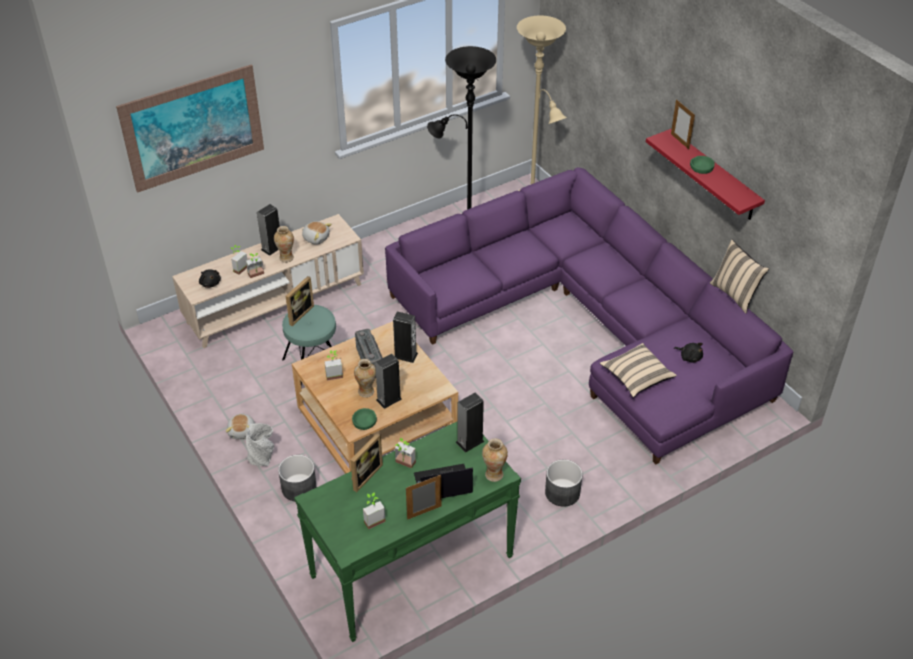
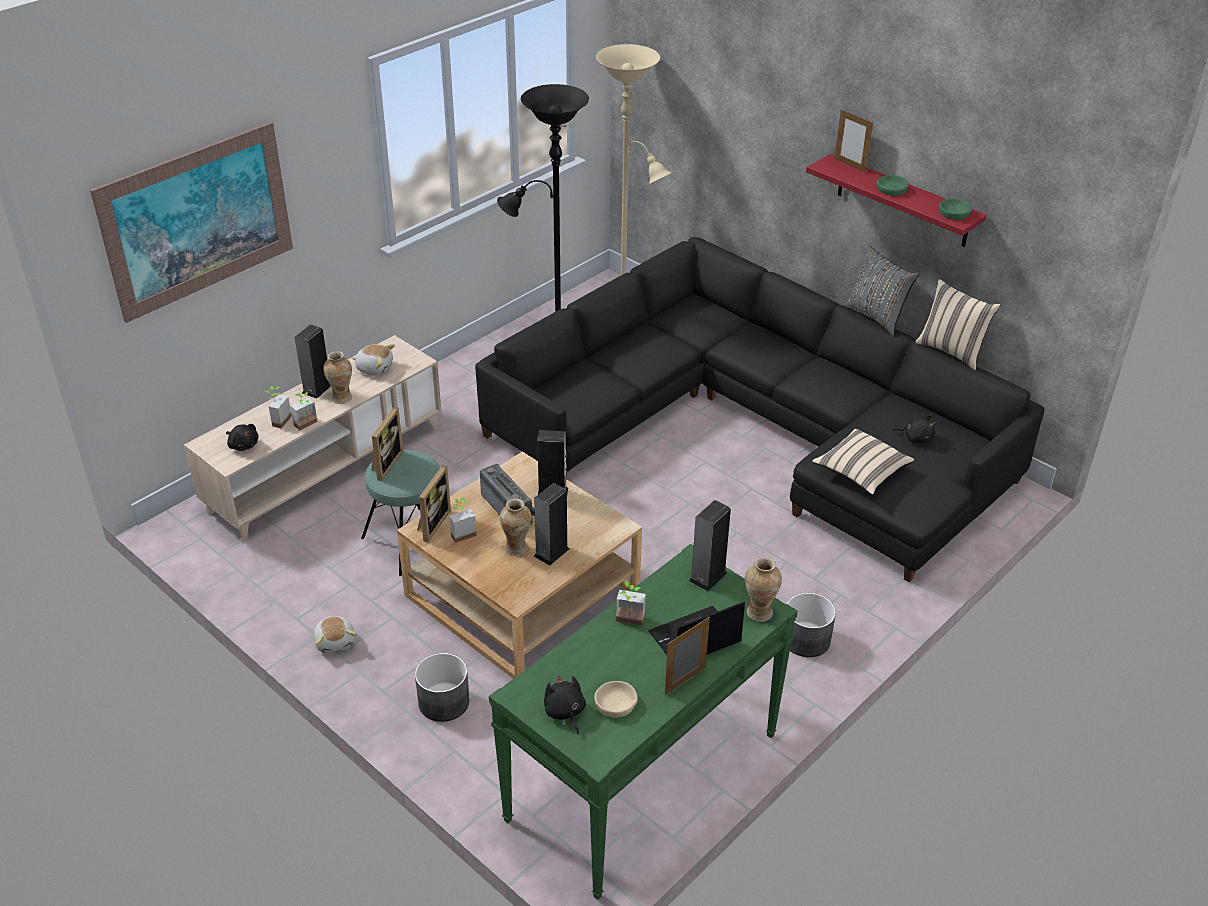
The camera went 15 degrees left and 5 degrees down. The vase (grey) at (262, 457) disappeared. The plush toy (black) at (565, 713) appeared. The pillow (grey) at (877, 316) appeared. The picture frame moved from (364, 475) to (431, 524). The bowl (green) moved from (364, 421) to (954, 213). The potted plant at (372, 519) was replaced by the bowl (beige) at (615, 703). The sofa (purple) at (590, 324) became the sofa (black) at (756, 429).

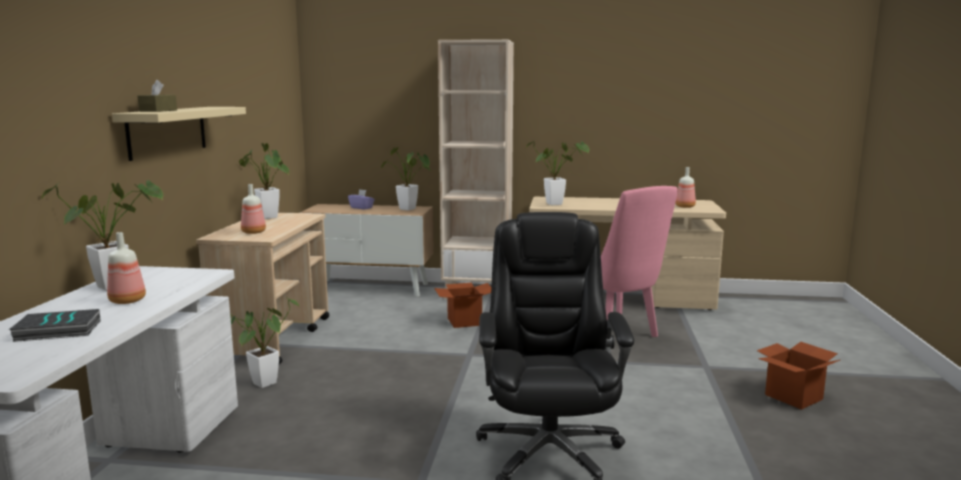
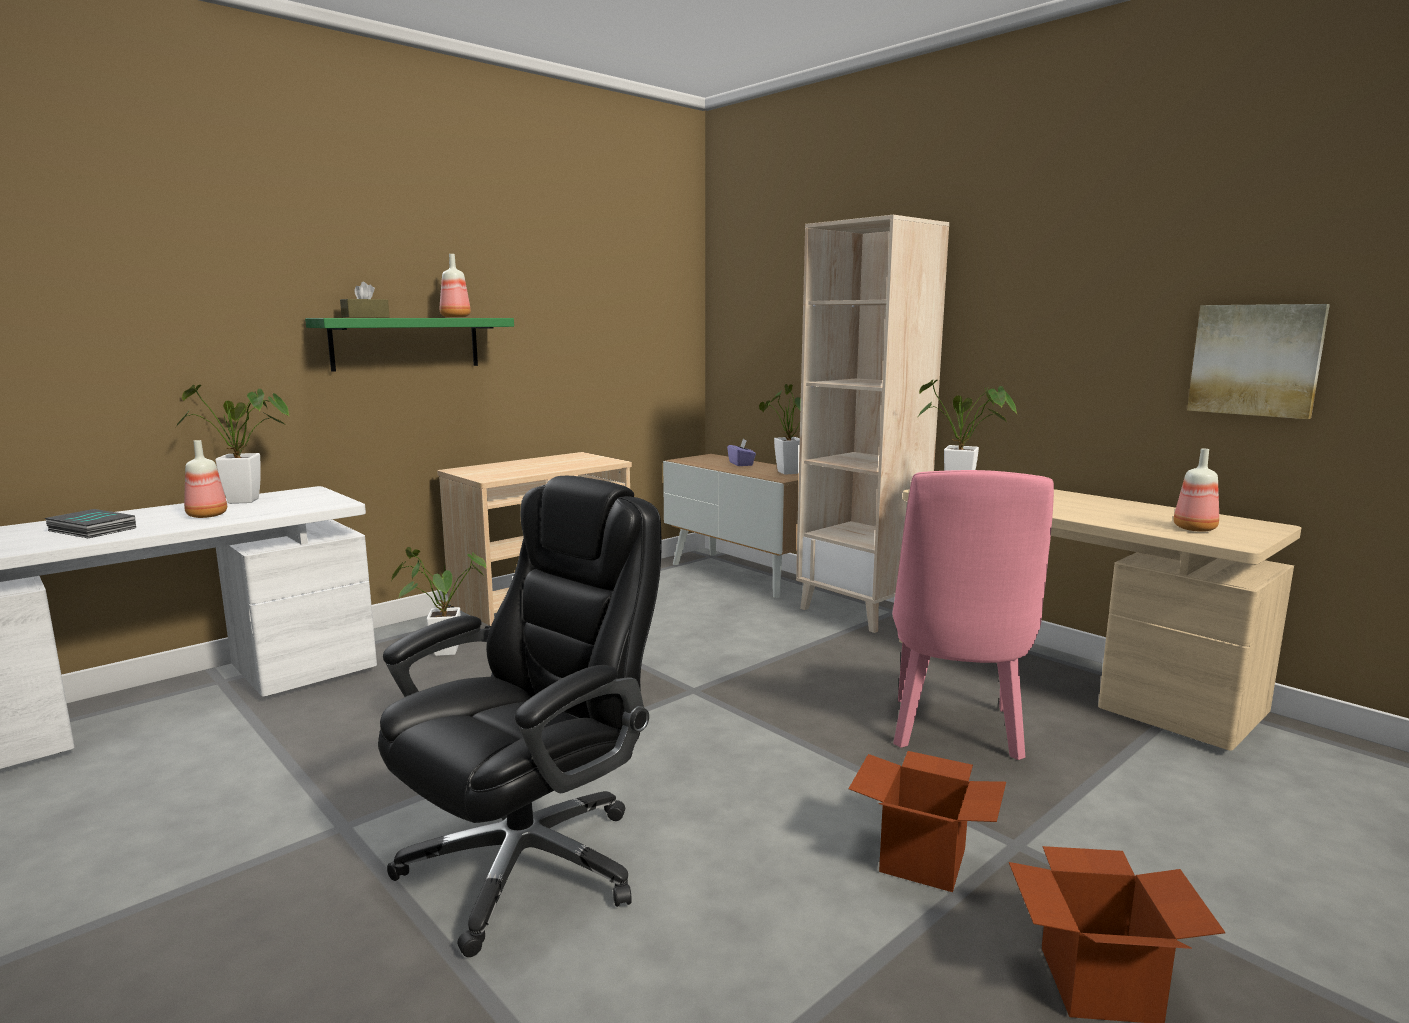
The camera went 40 degrees right and 0 degrees up. The potted plant at (269, 218) disappeared. The picture at (1255, 360) appeared. The bottle moved from (254, 232) to (455, 317). The cardboard box moved from (464, 321) to (923, 860). The shelf (beige) at (167, 131) became the shelf (green) at (406, 343).

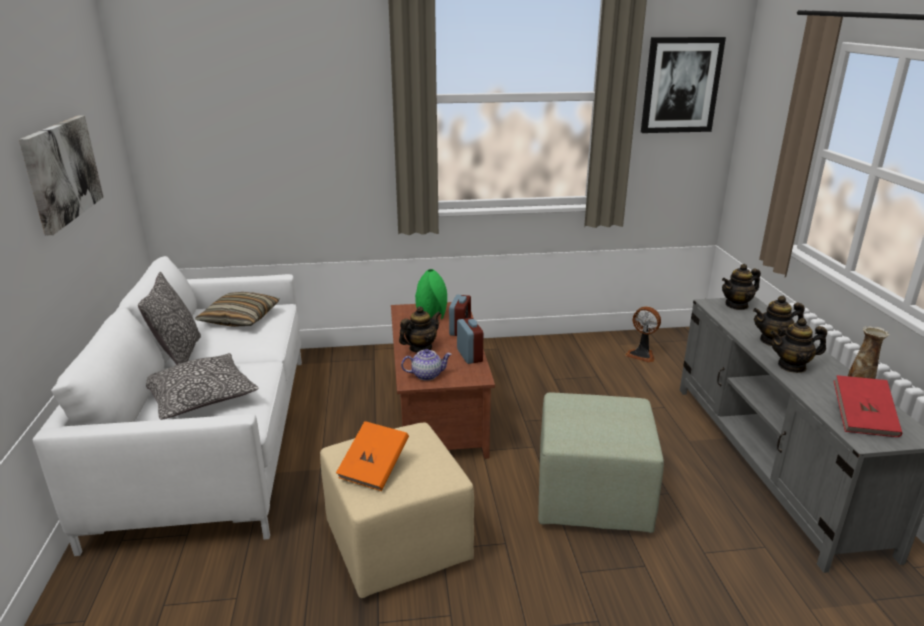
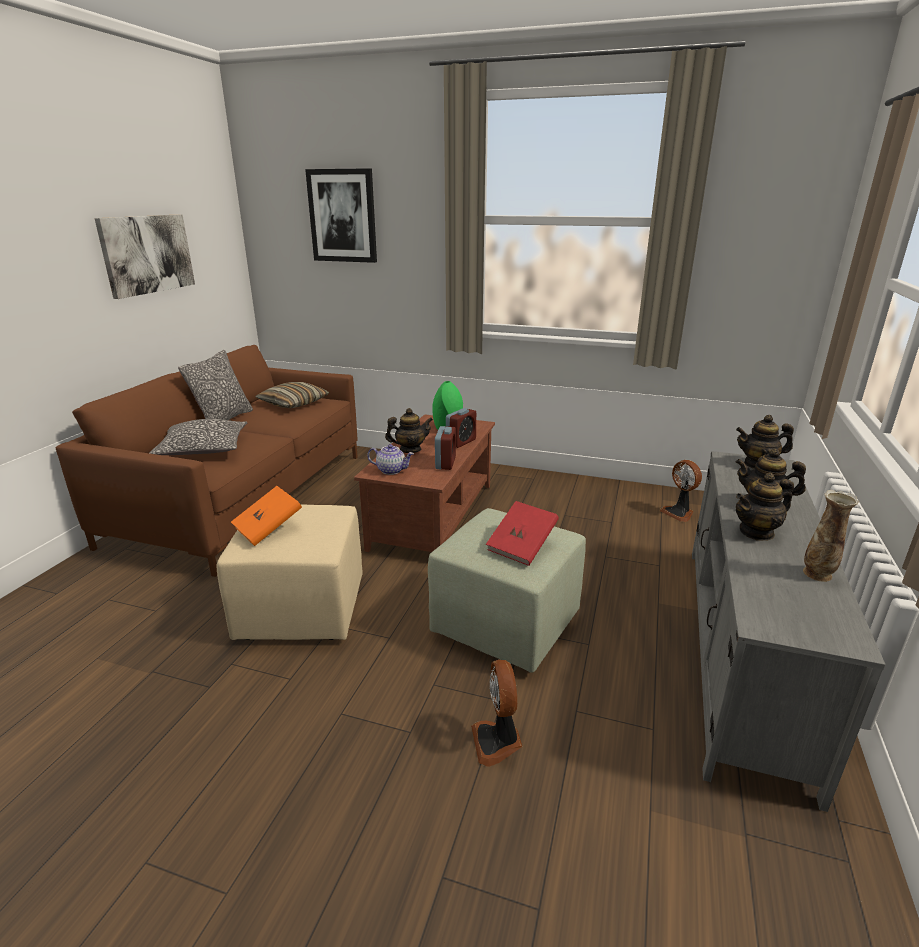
The camera went 25 degrees right and 0 degrees up. The fan at (497, 741) appeared. The picture moved from (681, 85) to (342, 216). The book (red) moved from (862, 419) to (522, 546). The sofa (white) at (213, 439) became the sofa (brown) at (244, 497). The teapot at (792, 366) turned 45 degrees counterclockwise.

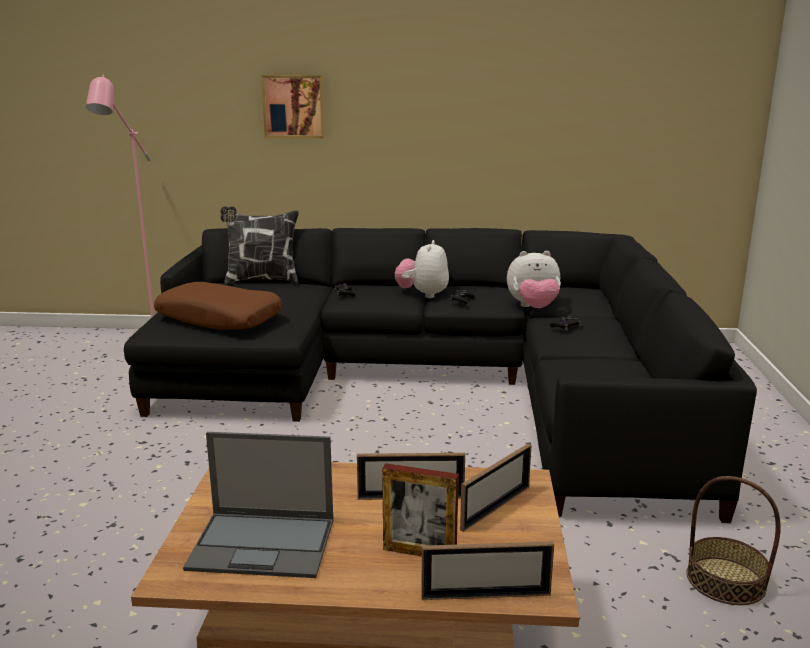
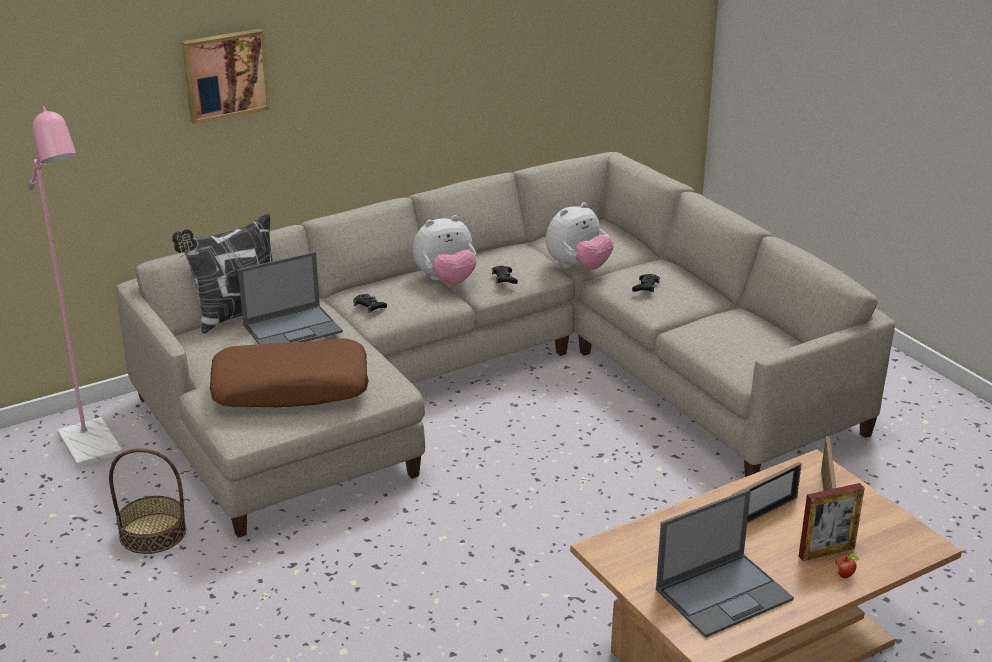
The camera went 35 degrees left and 10 degrees up. The picture frame at (486, 596) disappeared. The laptop at (293, 328) appeared. The apple at (845, 575) appeared. The basket moved from (725, 581) to (152, 533). The sofa (black) at (435, 385) became the sofa (beige) at (493, 381). The plush toy at (423, 294) turned 90 degrees counterclockwise.

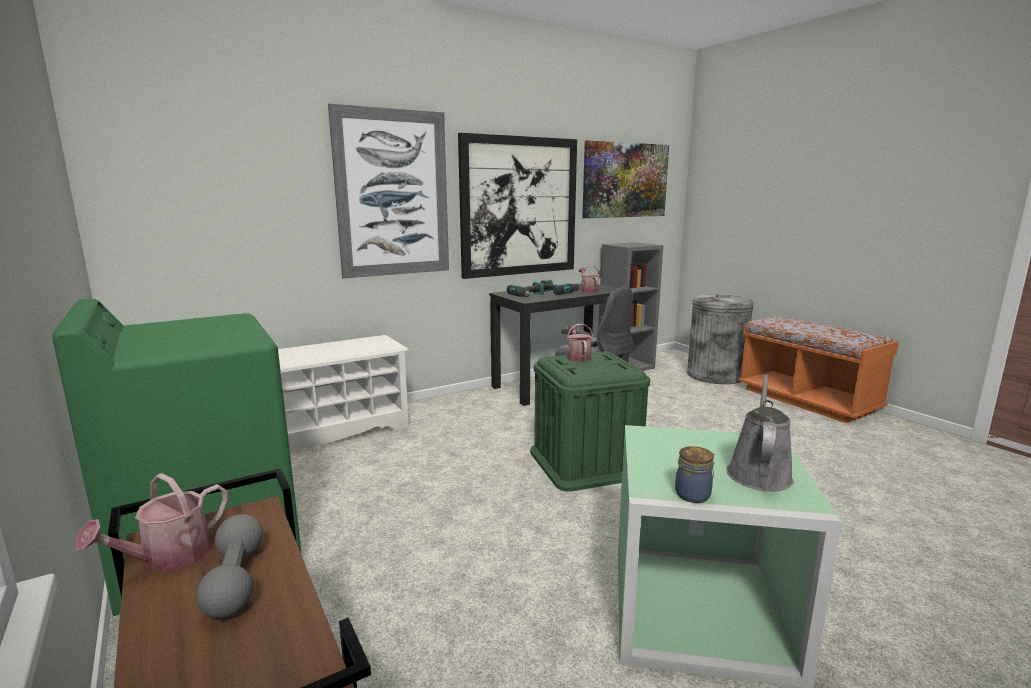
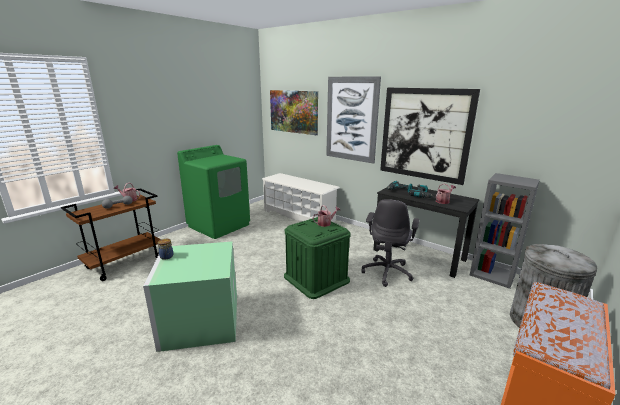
The camera went 70 degrees right and 5 degrees up. The watering can (grey) at (758, 472) disappeared. The picture moved from (625, 180) to (293, 111).

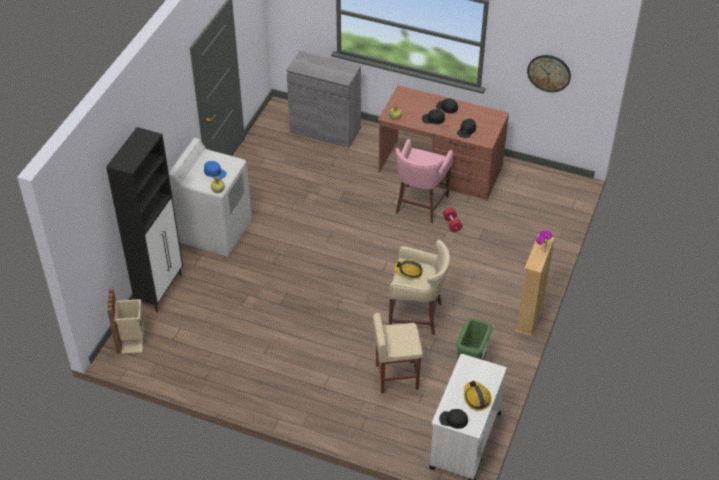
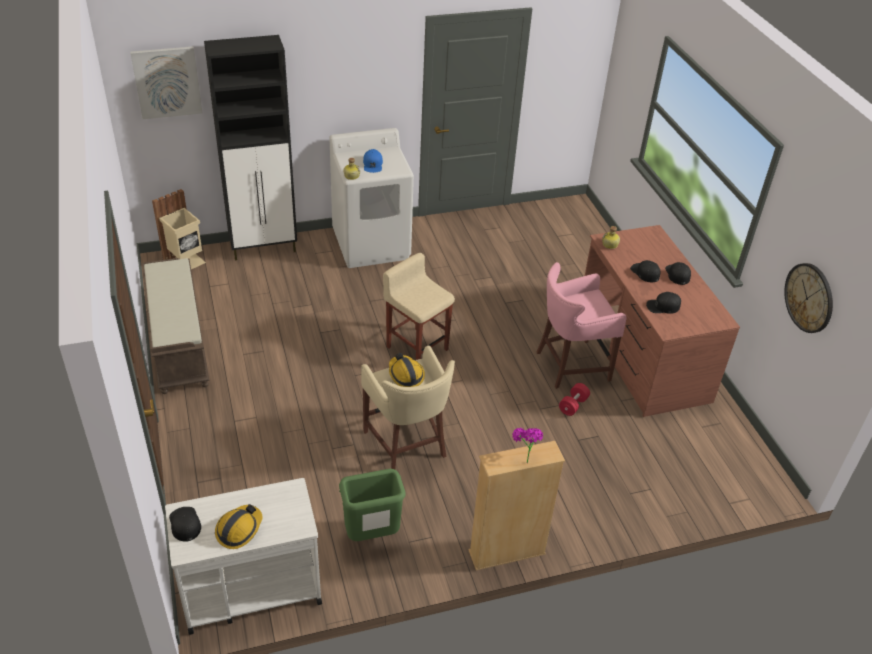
The camera went 50 degrees right and 5 degrees down. The cabinet (grey) at (325, 130) disappeared. The picture at (167, 82) appeared. The bench (brown) at (177, 344) appeared. The stool (beige) moved from (396, 377) to (416, 347).

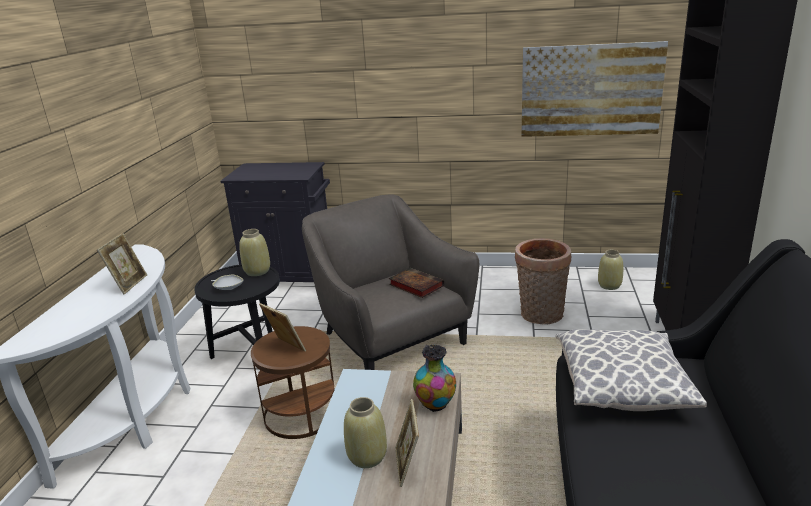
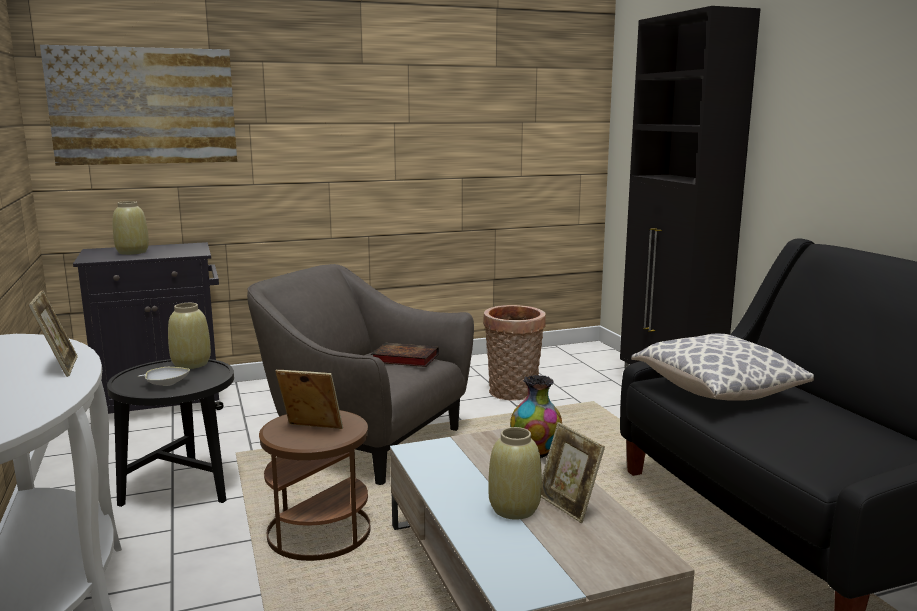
The camera went 30 degrees left and 10 degrees down. The picture moved from (591, 90) to (144, 106). The vase (beige) moved from (609, 286) to (133, 252).

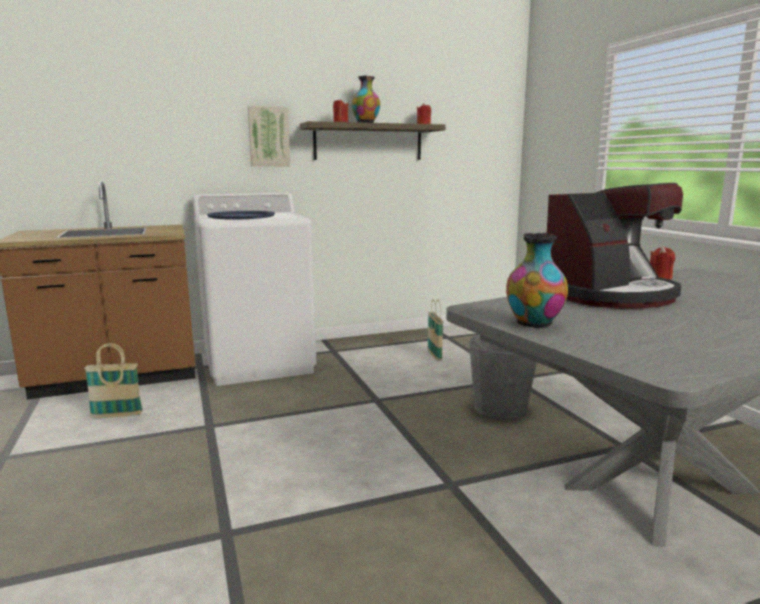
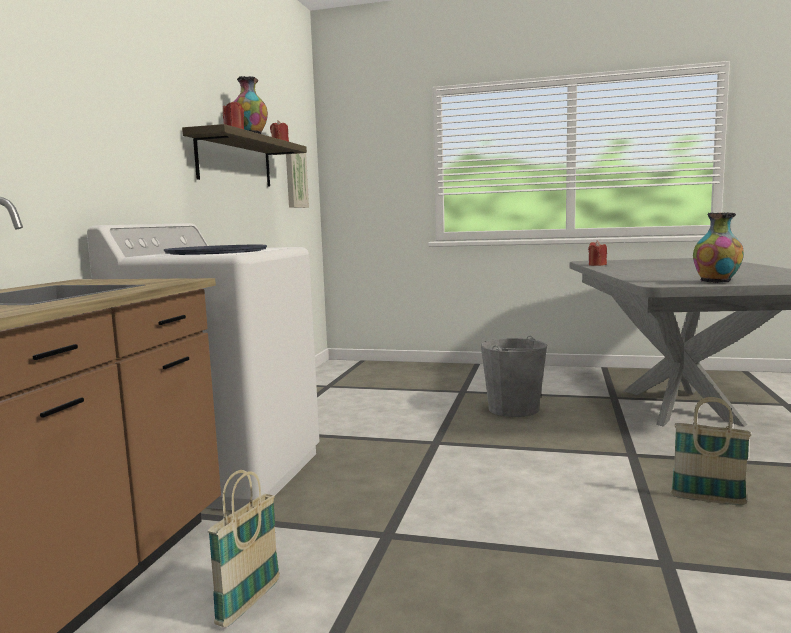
The camera went 55 degrees left and 5 degrees down. The coffee machine at (610, 295) disappeared. The picture moved from (268, 137) to (295, 179). The basket moved from (434, 355) to (707, 500).

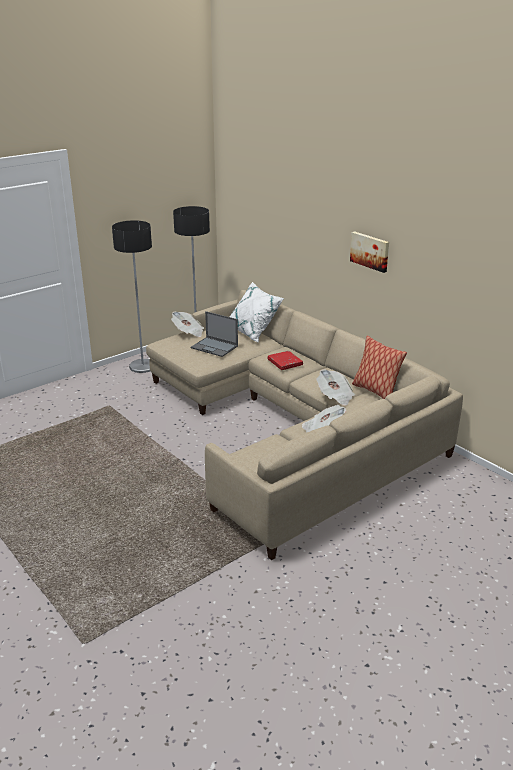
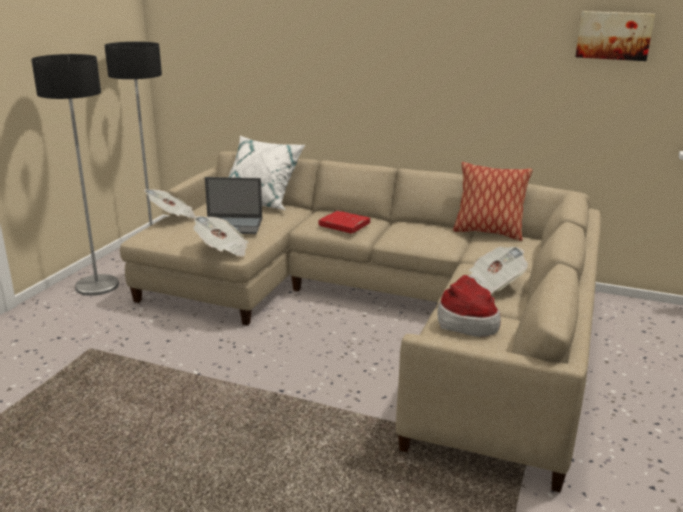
The camera went 30 degrees left and 5 degrees down. The hat at (467, 321) appeared. The newspaper moved from (335, 396) to (223, 249). The picture moved from (370, 251) to (614, 35).

